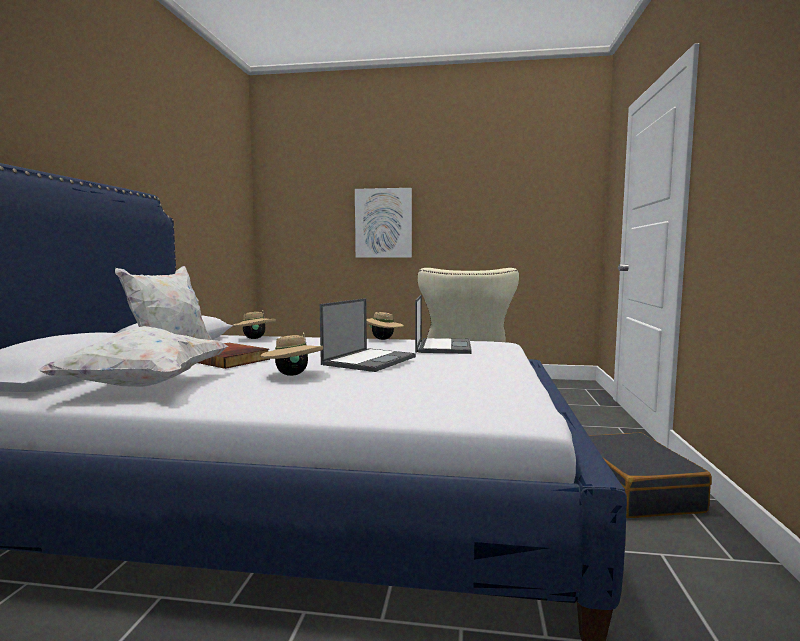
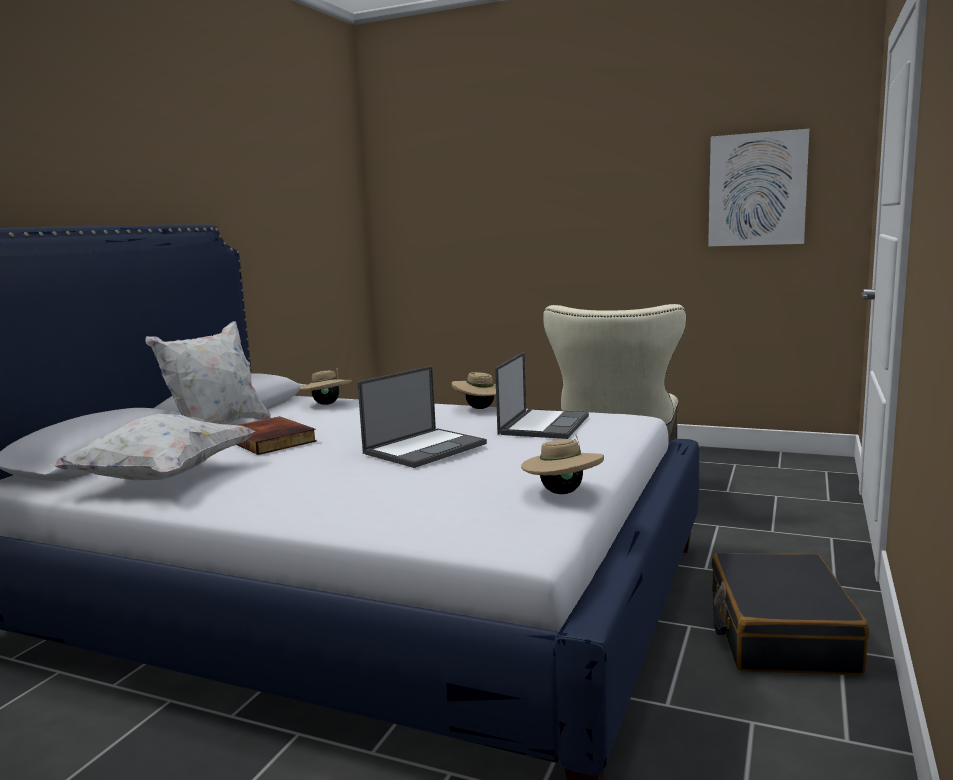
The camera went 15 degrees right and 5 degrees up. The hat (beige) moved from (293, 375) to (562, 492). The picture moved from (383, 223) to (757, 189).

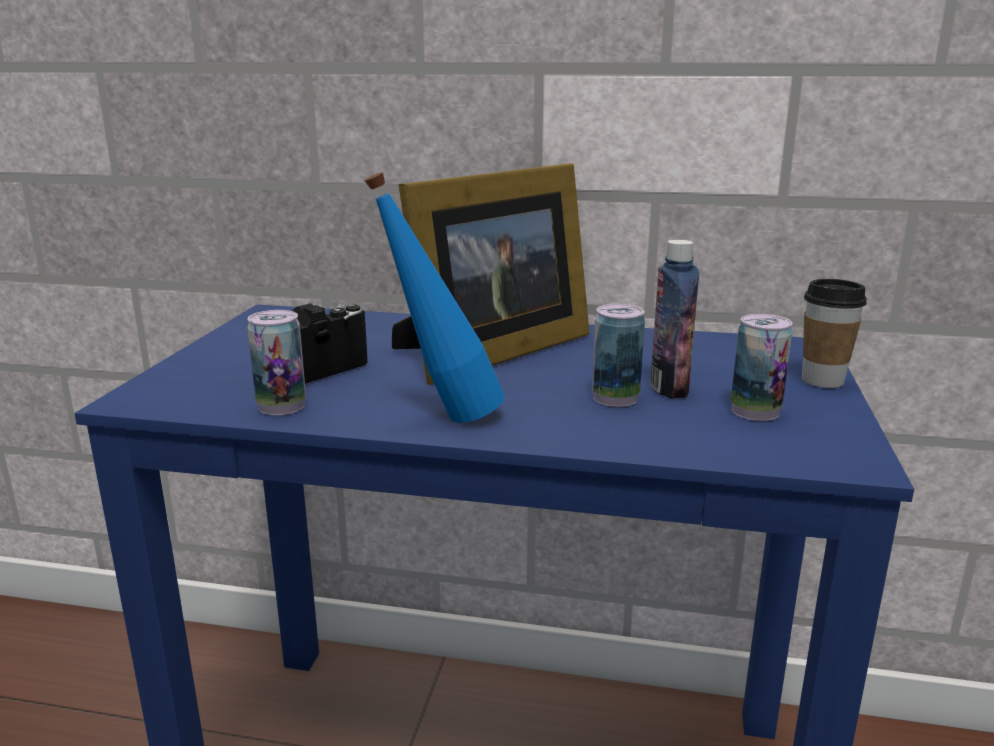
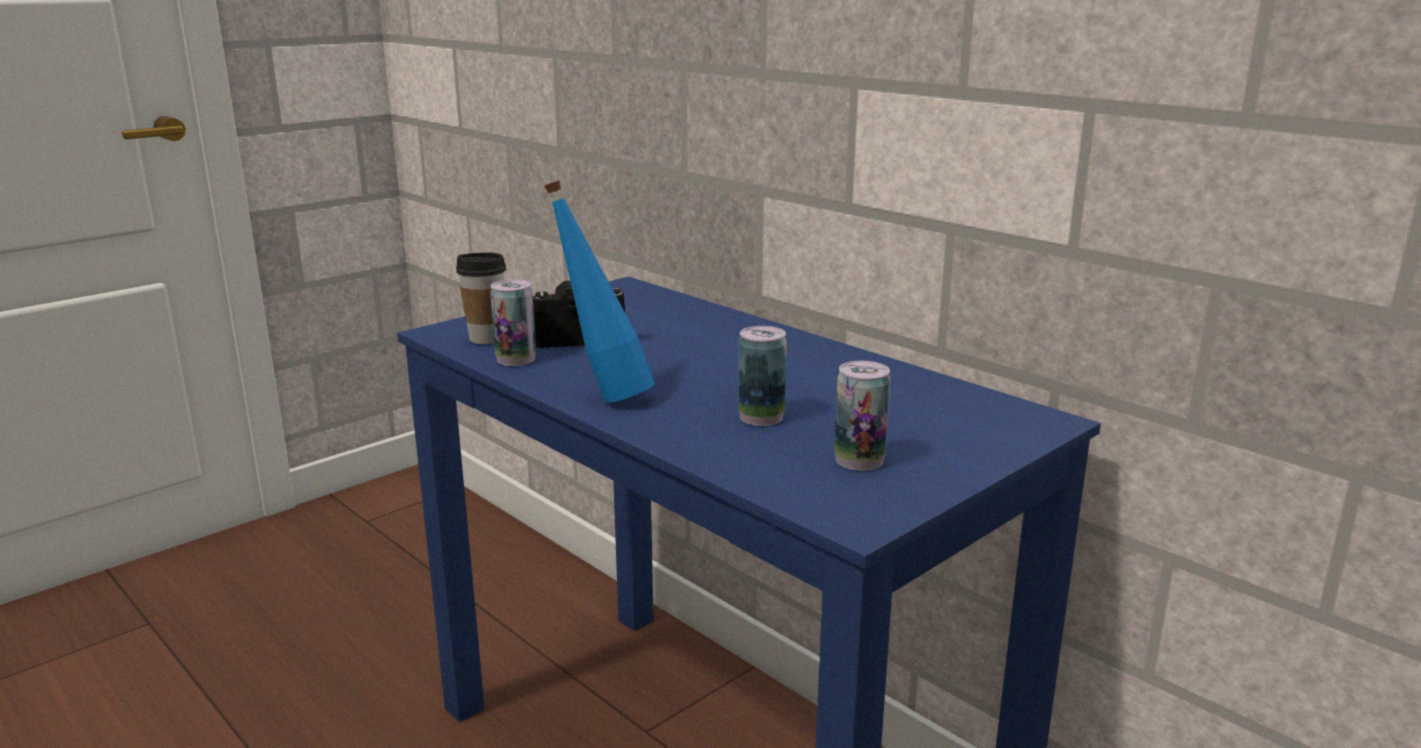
The camera went 35 degrees right and 0 degrees up. The picture frame at (489, 352) disappeared. The bottle at (669, 388) disappeared. The cup moved from (822, 380) to (486, 338).

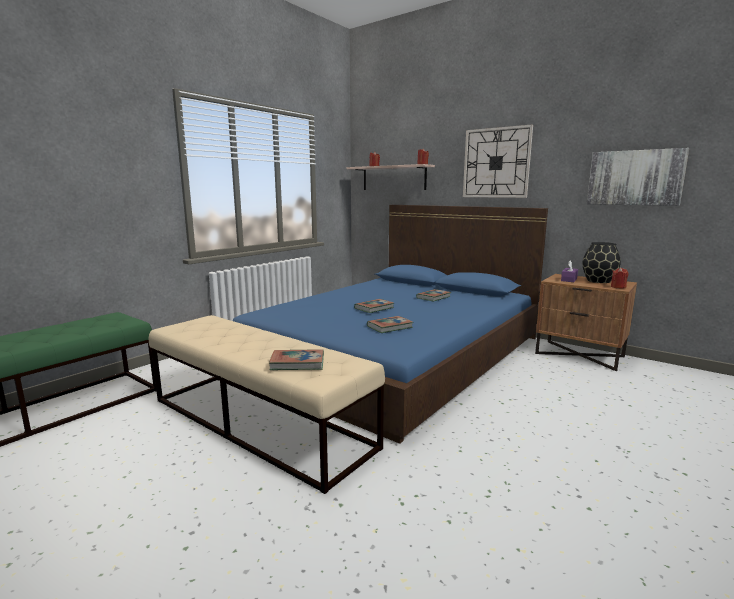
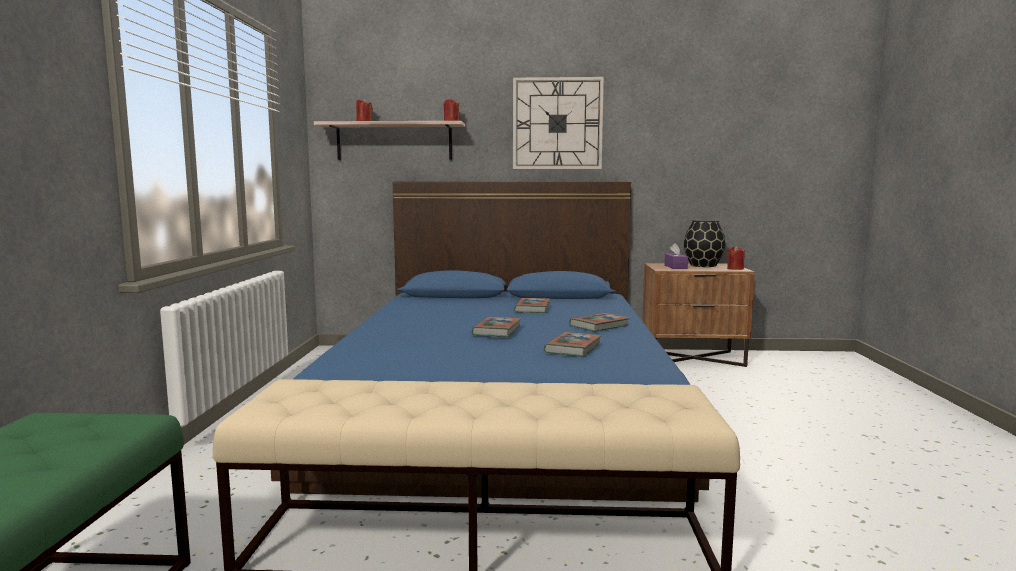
The camera went 35 degrees left and 5 degrees down. The picture at (635, 178) disappeared. The book moved from (297, 363) to (599, 326).

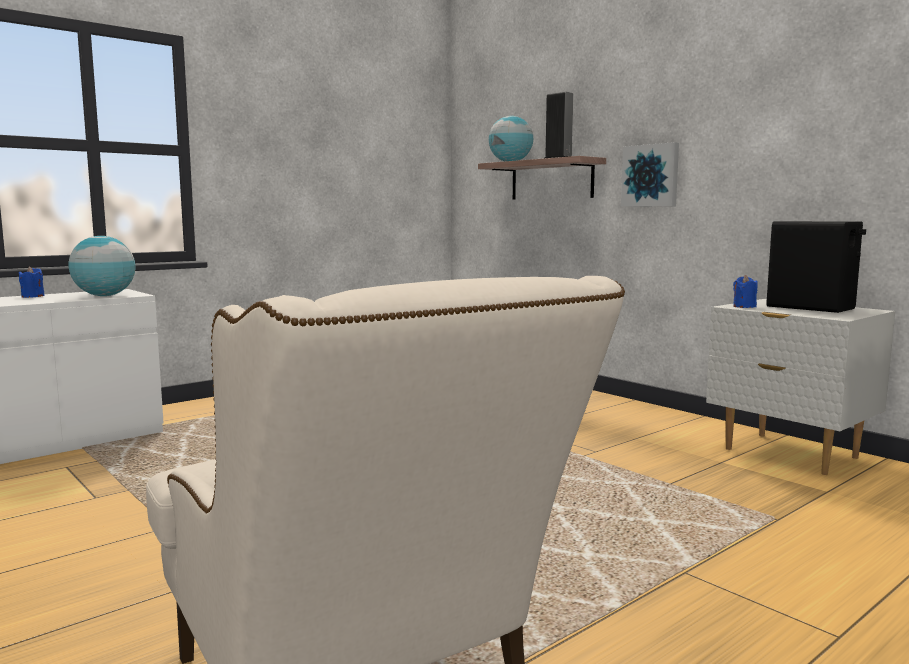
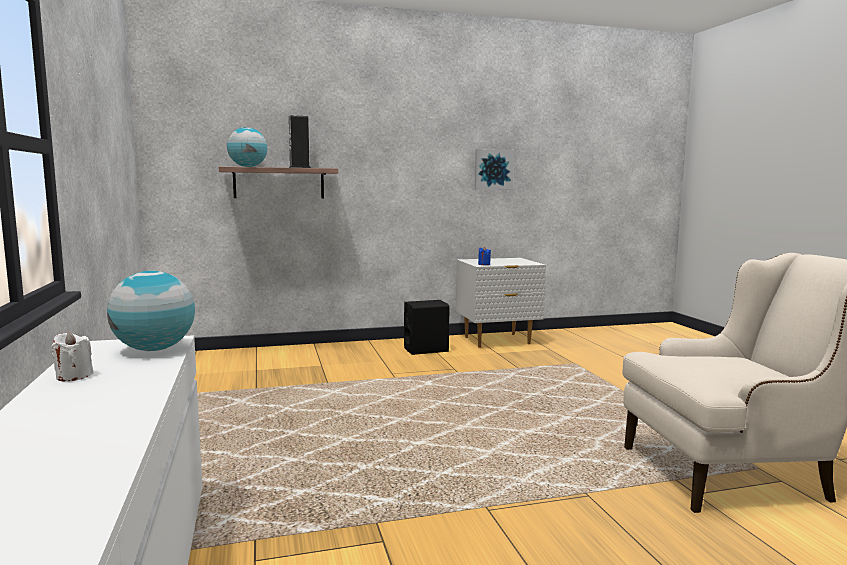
The camera went 65 degrees left and 0 degrees up. The picture moved from (651, 175) to (493, 169). The speaker (black) moved from (811, 307) to (426, 350). The candle (blue) at (33, 296) became the candle (white) at (74, 376).

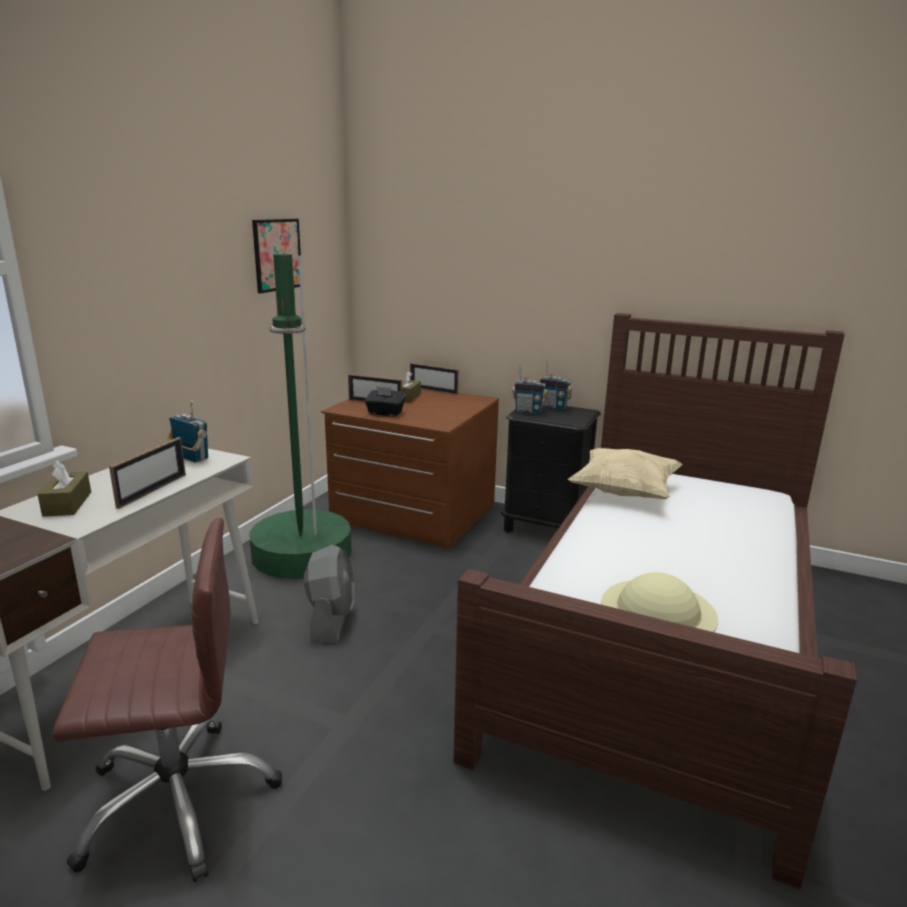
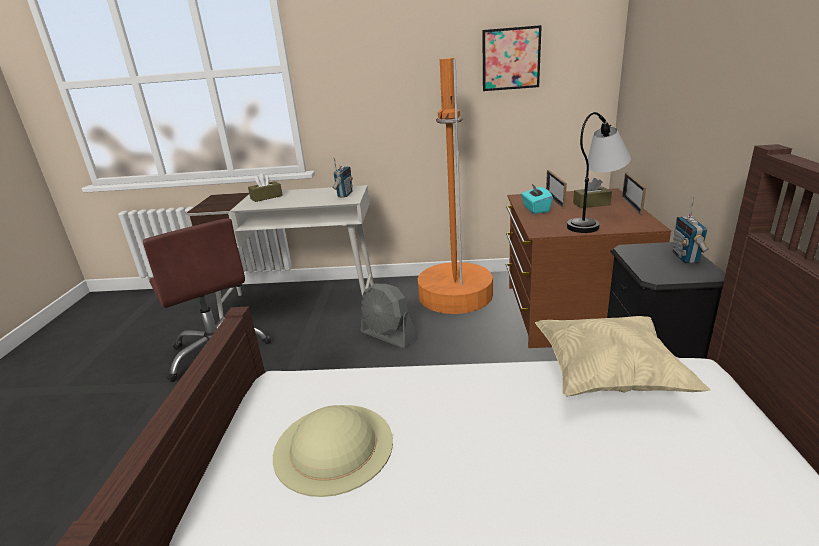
The camera went 70 degrees right and 5 degrees up. The picture frame at (152, 490) disappeared. The radio at (528, 412) disappeared. The table lamp at (595, 221) appeared. The floor lamp (green) at (301, 554) became the floor lamp (orange) at (455, 296). The tissue box (black) at (385, 413) became the tissue box (turquoise) at (535, 209). The fan (grey) at (331, 620) turned 60 degrees clockwise.

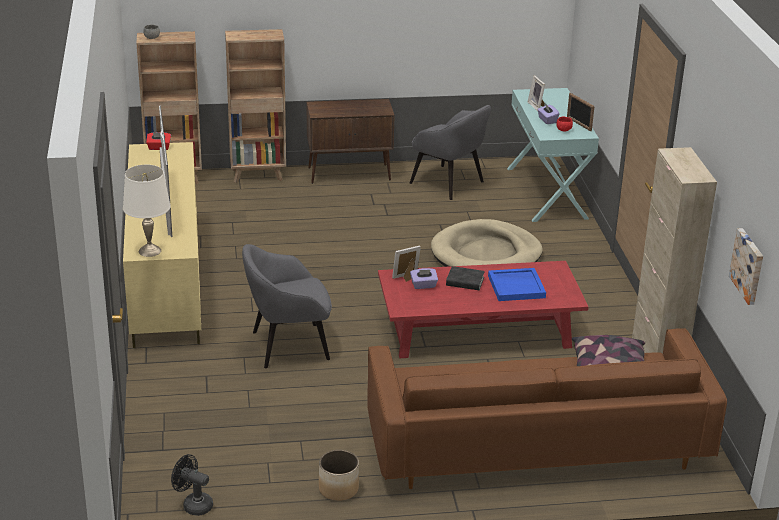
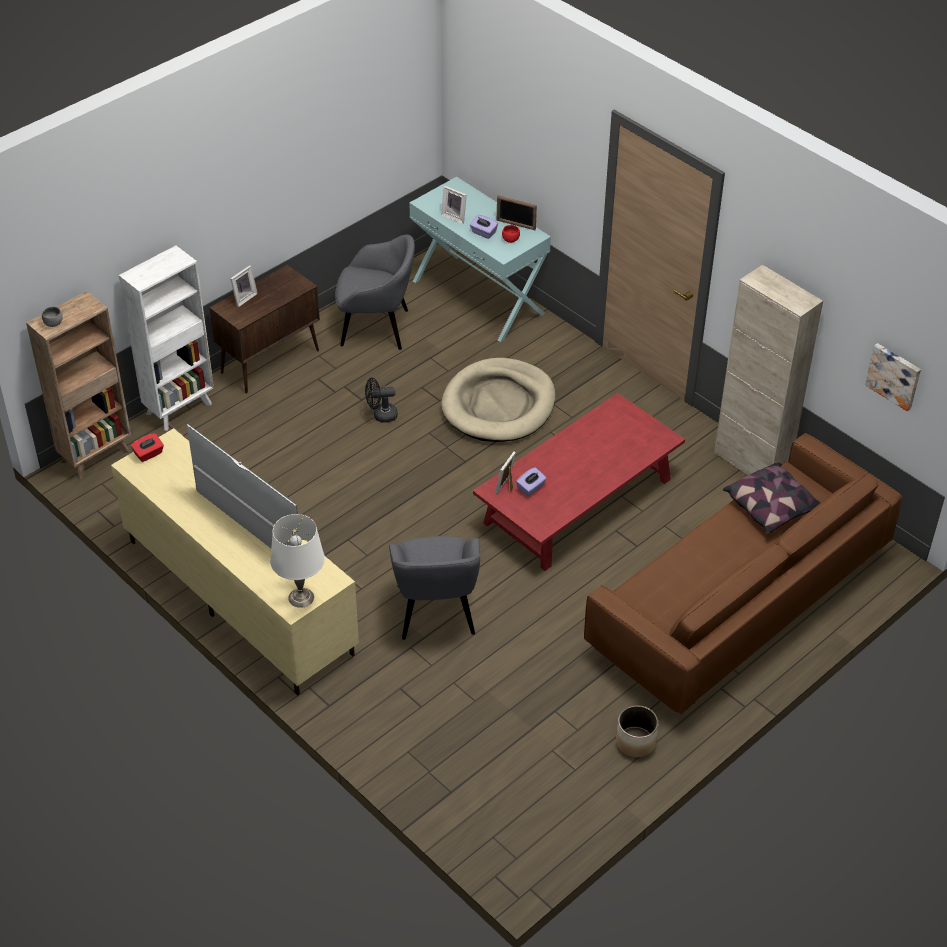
The camera went 35 degrees left and 15 degrees up. The book (black) at (465, 282) disappeared. The tray (blue) at (516, 286) disappeared. The picture frame at (243, 298) appeared. The fan (black) moved from (193, 505) to (381, 415). The bookcase (brown) at (258, 175) became the bookcase (white) at (180, 408). The armchair (grey) at (288, 346) turned 45 degrees counterclockwise.

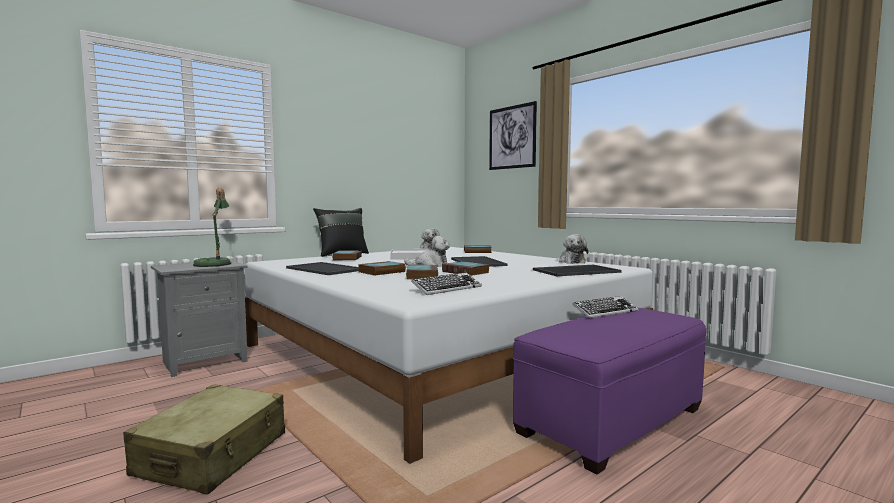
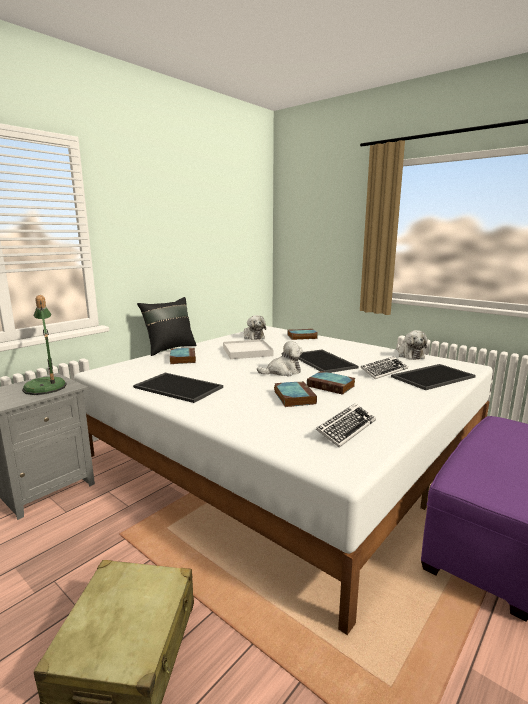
The camera went 10 degrees left and 10 degrees up. The book at (381, 272) disappeared. The picture at (512, 137) disappeared. The keyboard moved from (605, 312) to (384, 371).

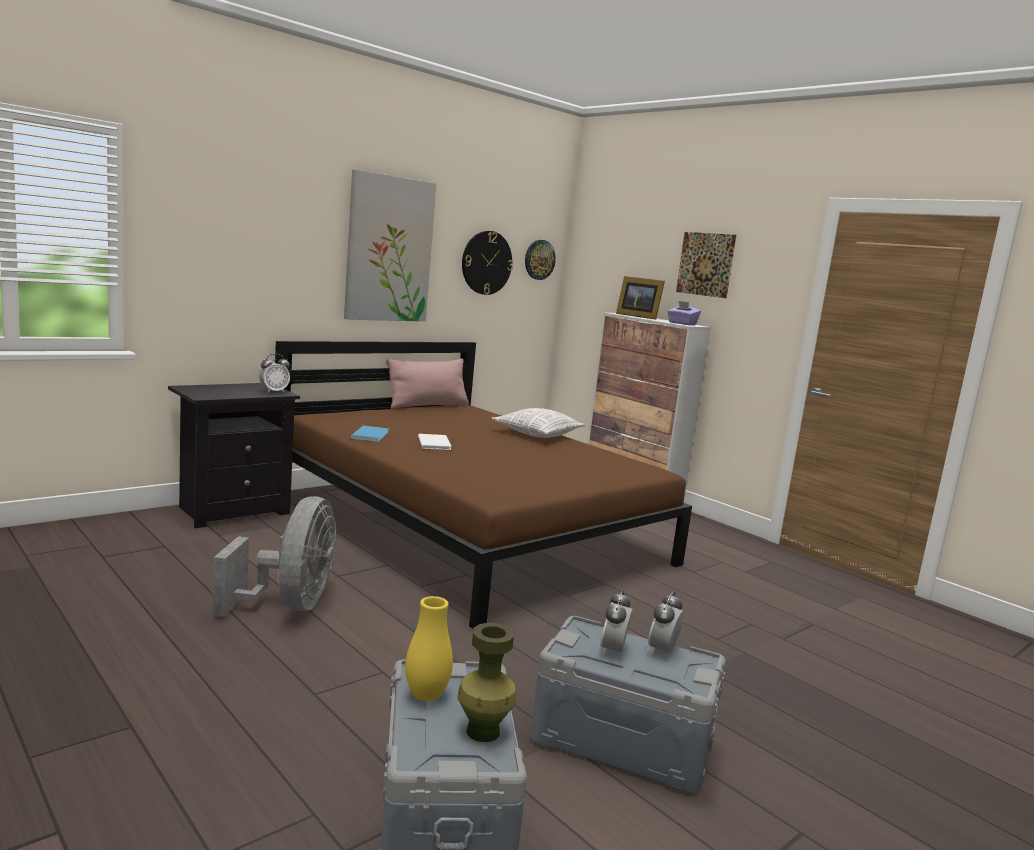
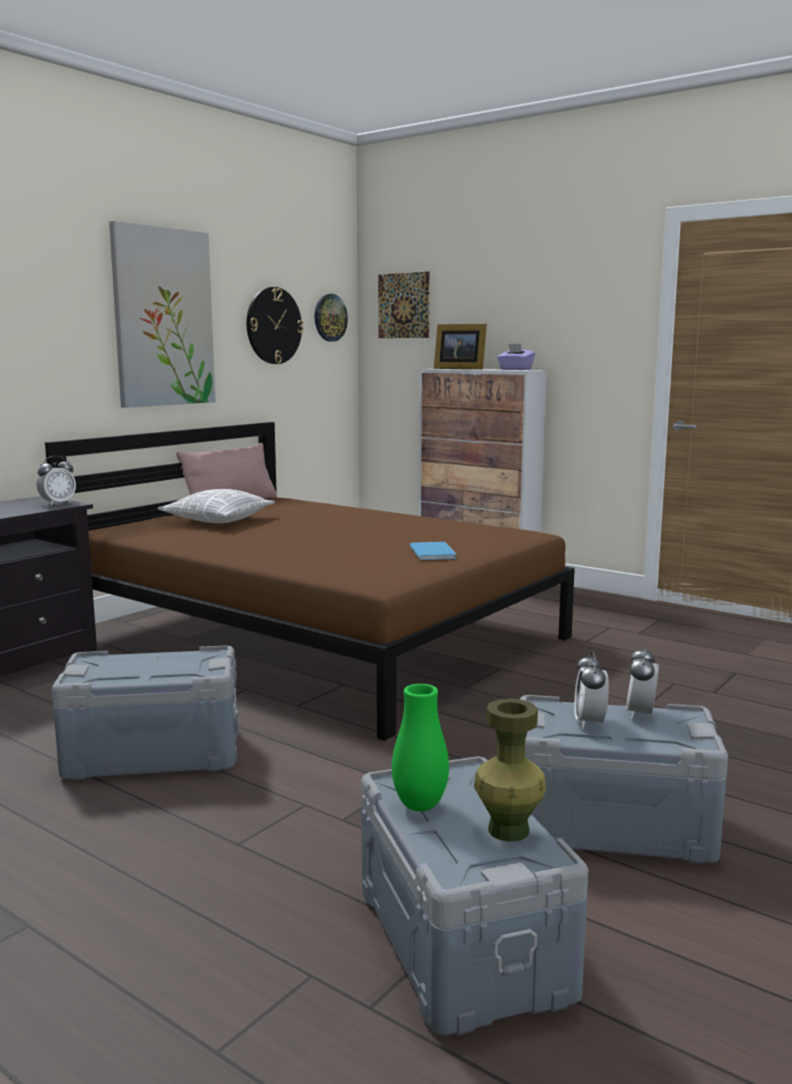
The camera went 10 degrees left and 0 degrees up. The book (white) at (435, 443) disappeared. The book (blue) moved from (371, 434) to (433, 552). The pillow moved from (537, 434) to (218, 520). The picture moved from (705, 264) to (403, 305). The fan (grey) at (289, 605) was replaced by the storage box (grey) at (153, 753). The vase (yellow) at (426, 696) became the vase (green) at (420, 806).

